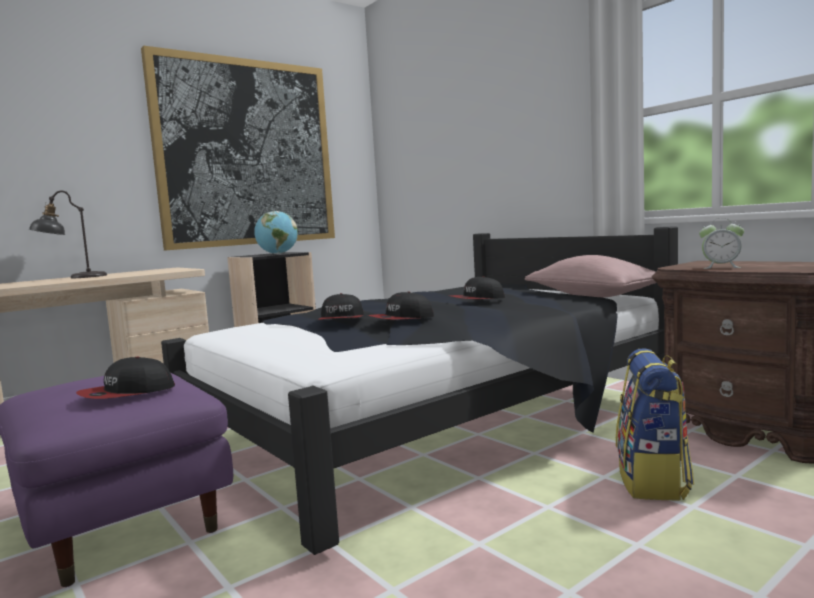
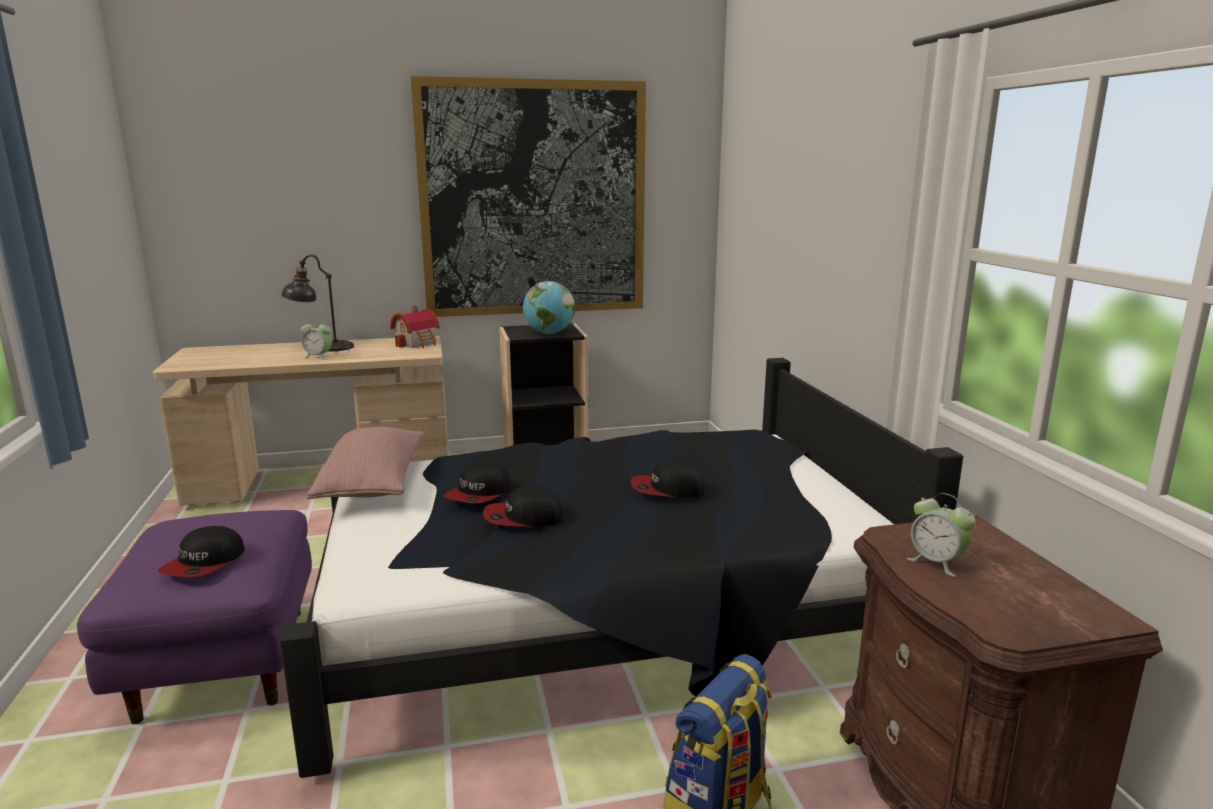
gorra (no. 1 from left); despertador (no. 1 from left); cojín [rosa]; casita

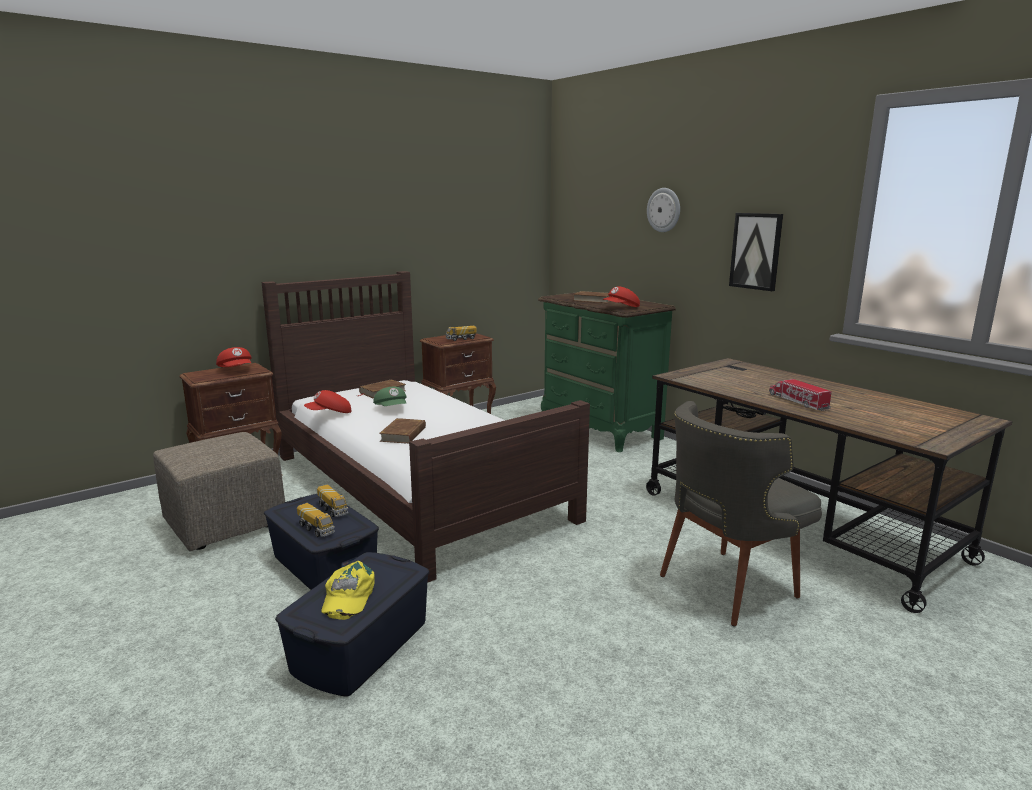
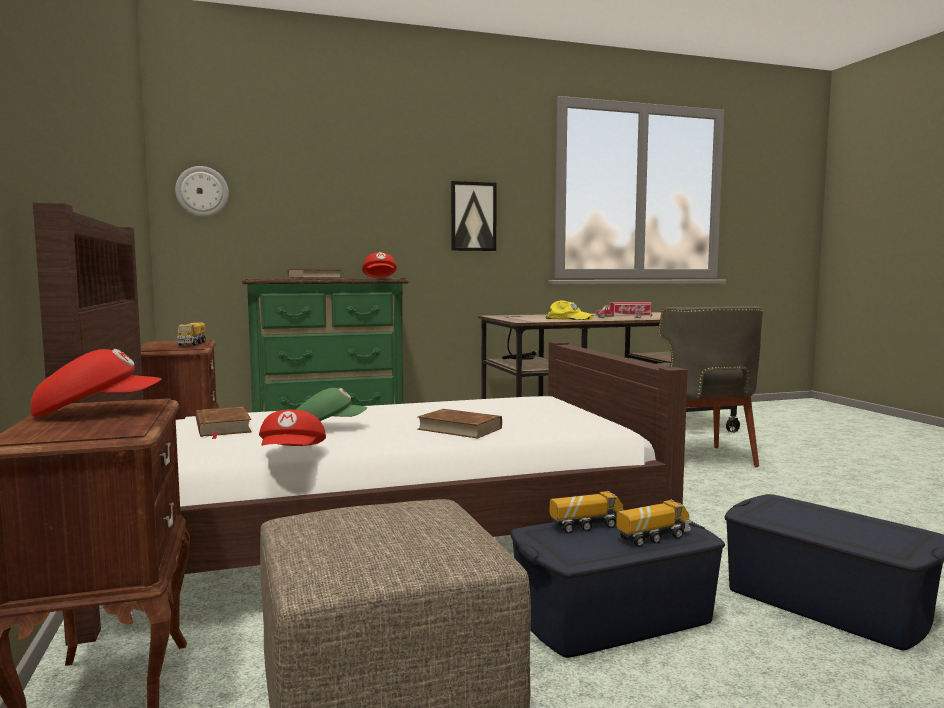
reloj de pared; gorra [amarillo]

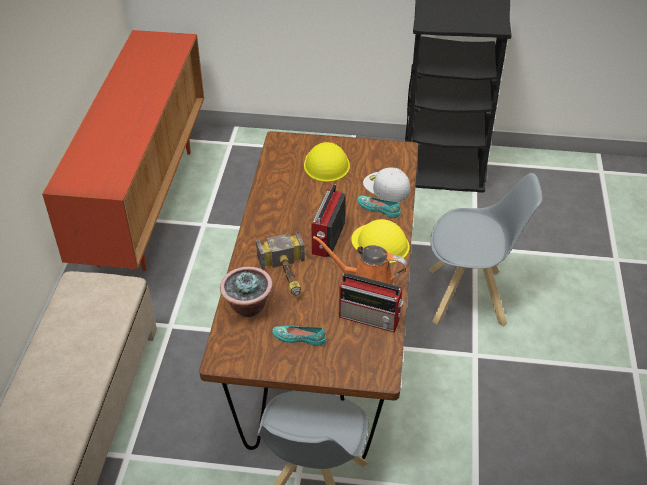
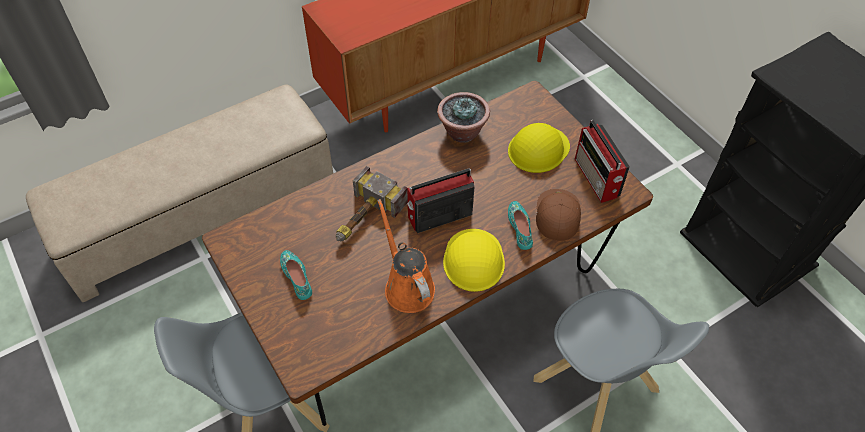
planta en maceta; gorra [marrón]; radio (no. 2 from left)

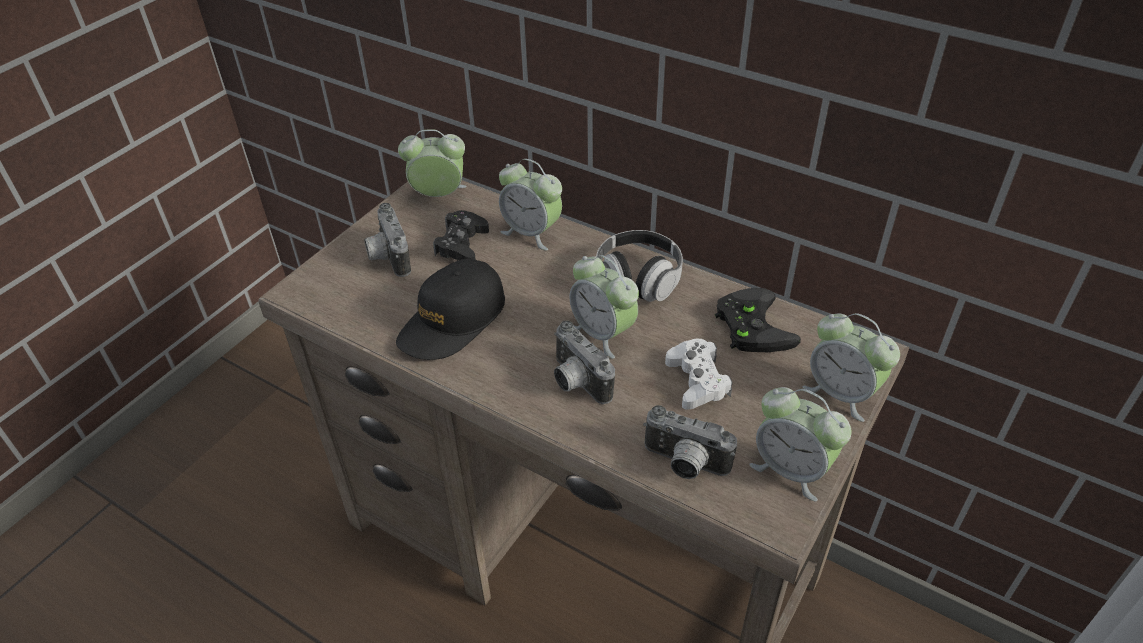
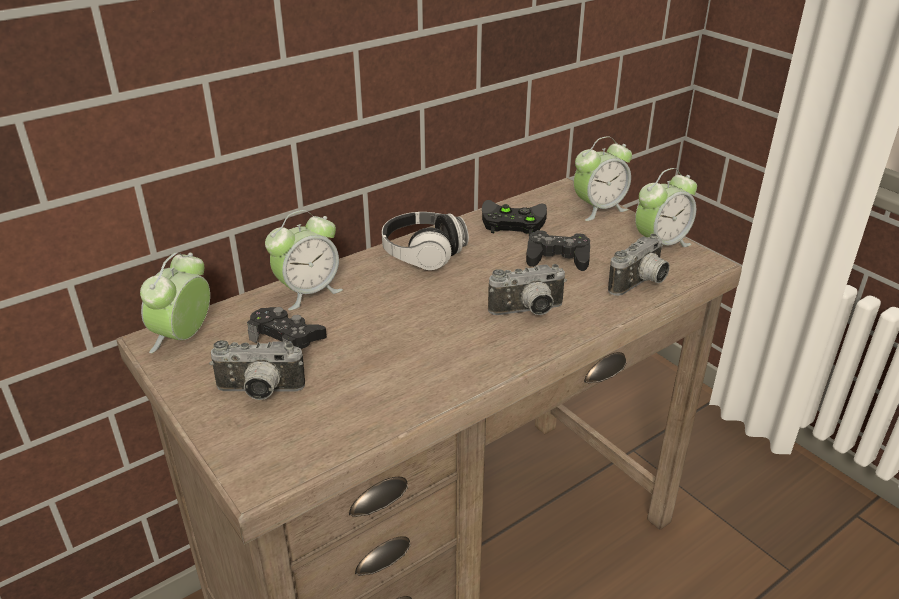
mando de consola [negro] (no. 3 from left); gorra [negro]; despertador (no. 3 from left in the first image)

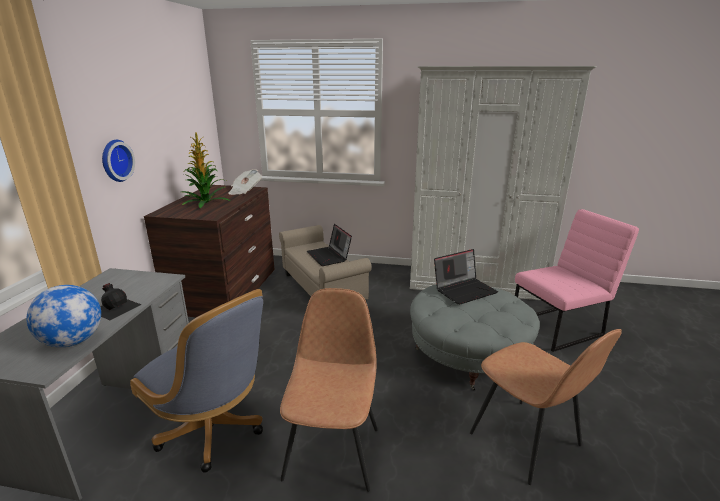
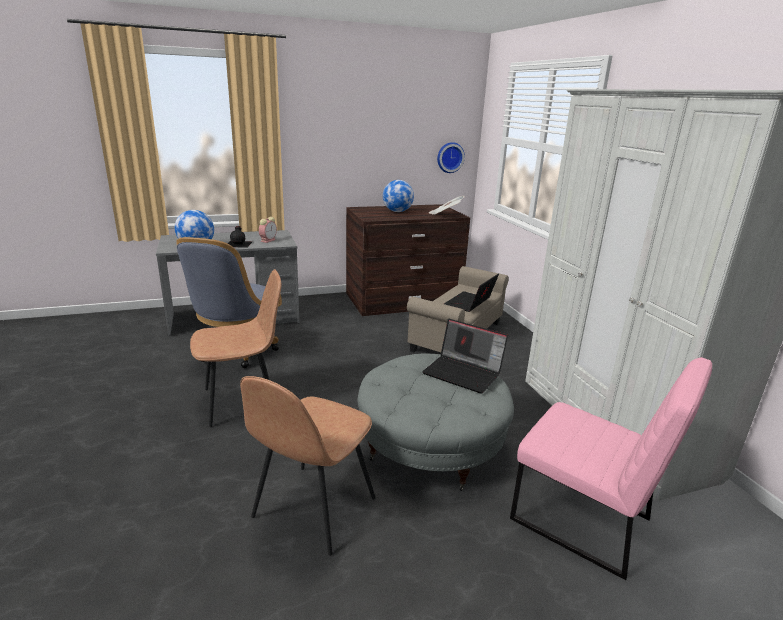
despertador; globo terráqueo (no. 2 from left); reloj de pared

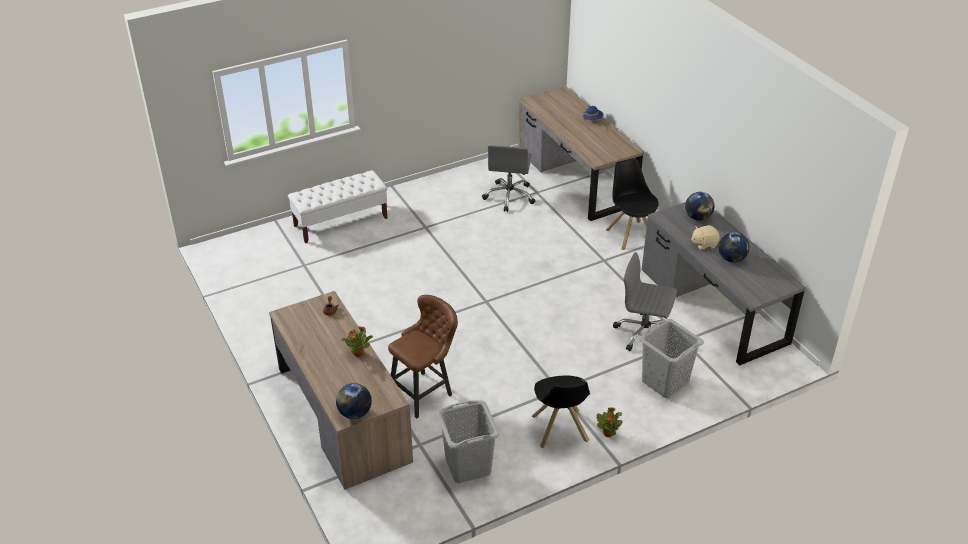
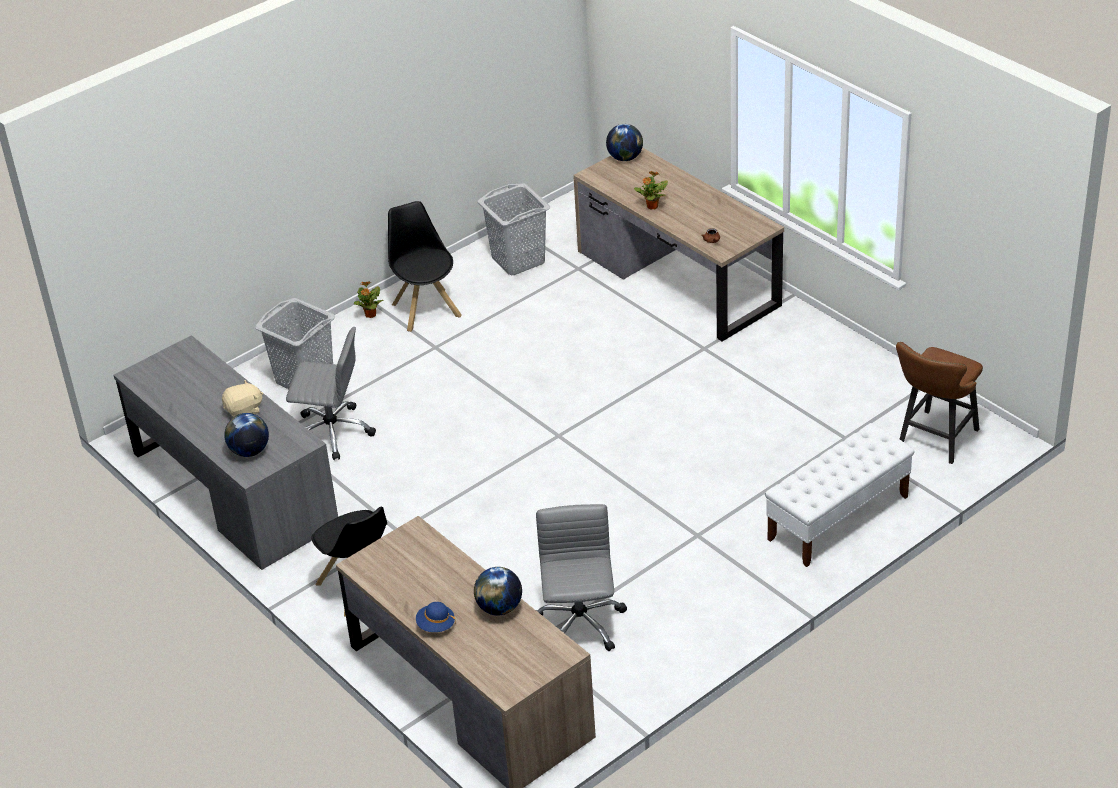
globo terráqueo (no. 2 from left); taburete [marrón]

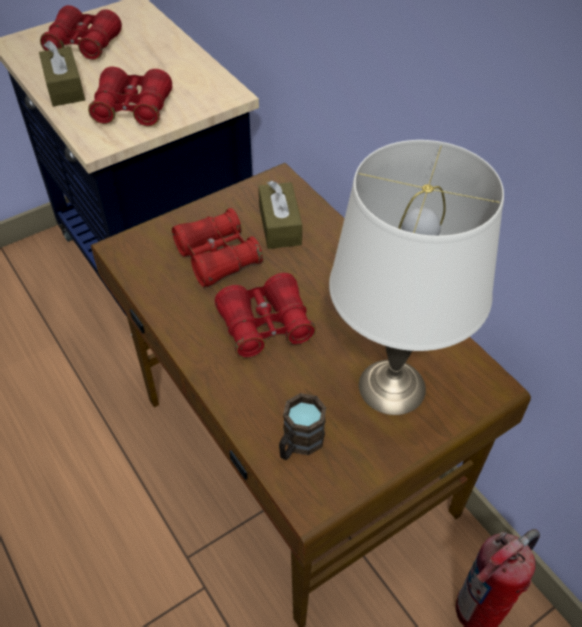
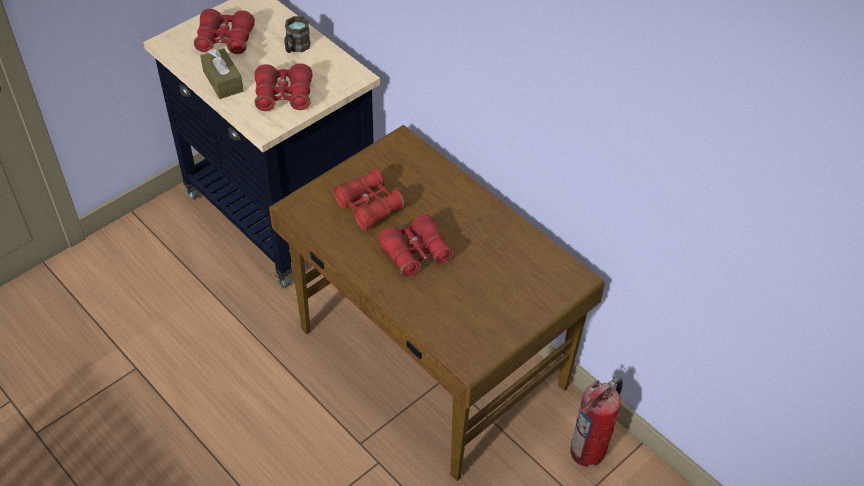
taza grande [marrón]; caja de pañuelos [marrón] (no. 2 from left in the first image); lámpara de mesa [blanco]

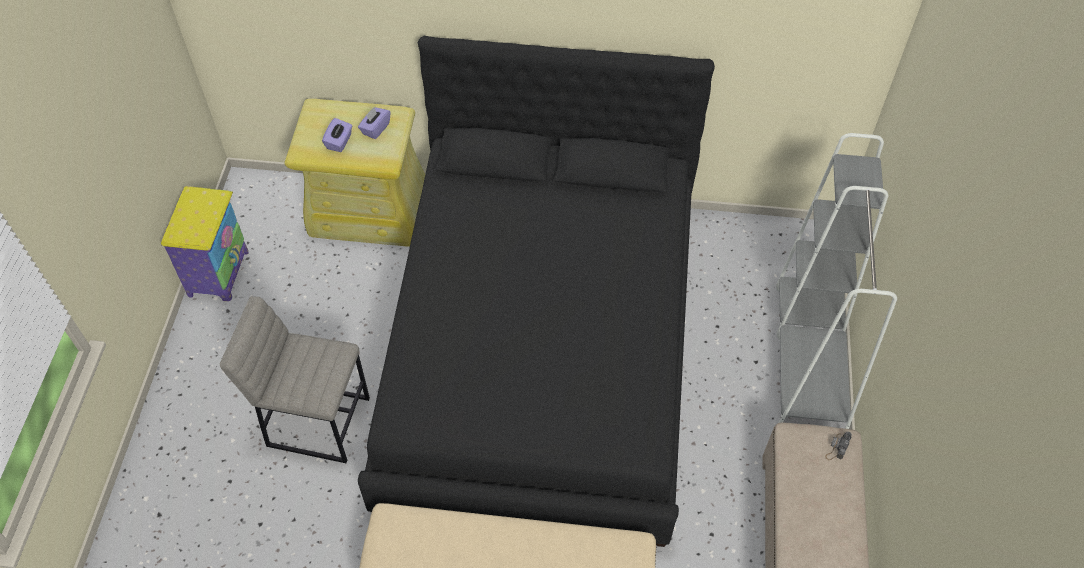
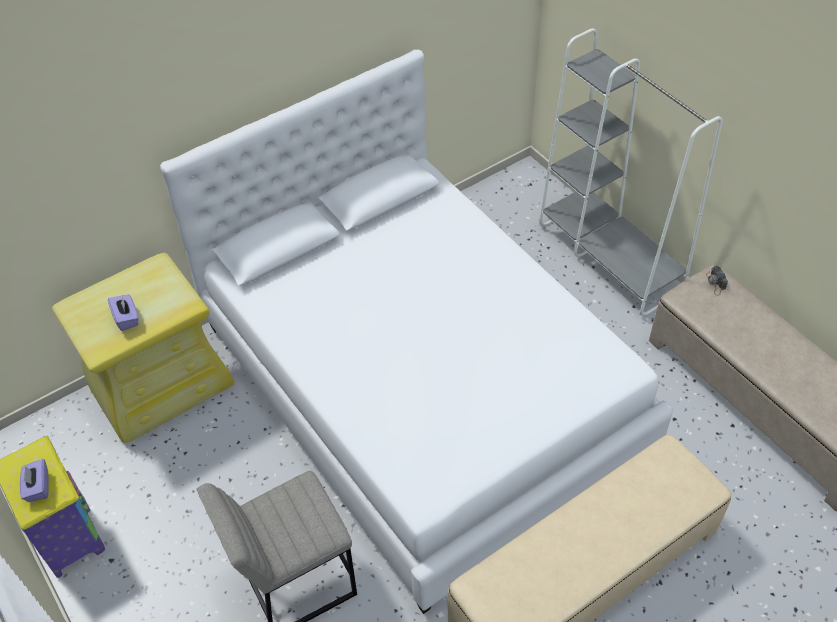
caja de pañuelos [morado] (no. 1 from left); cama [blanco]

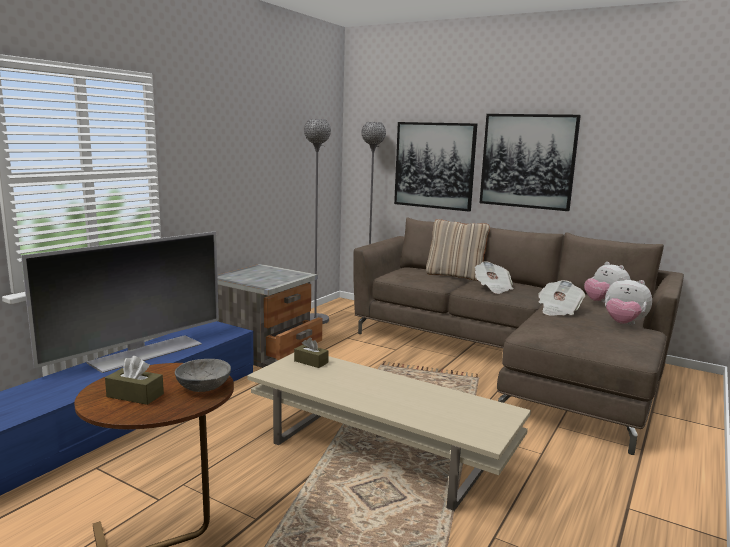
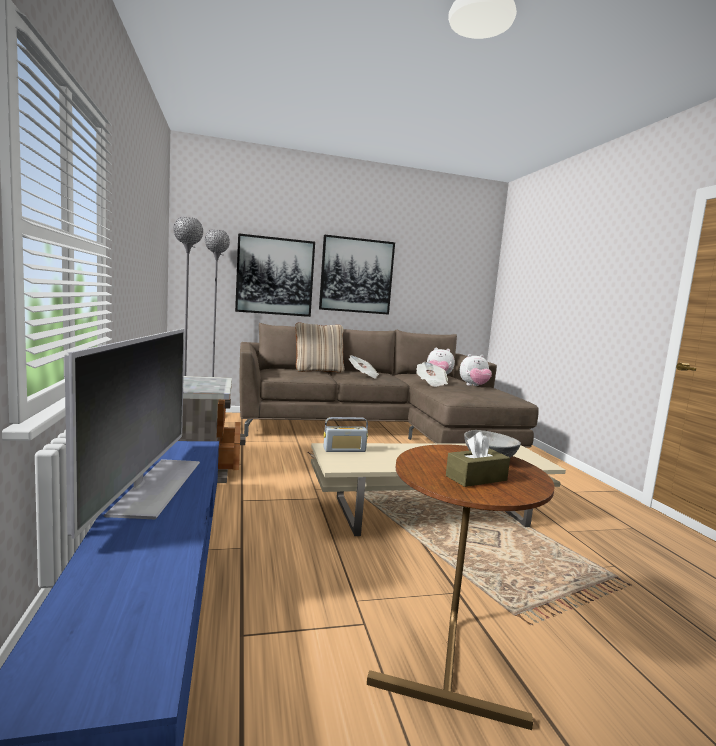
radio

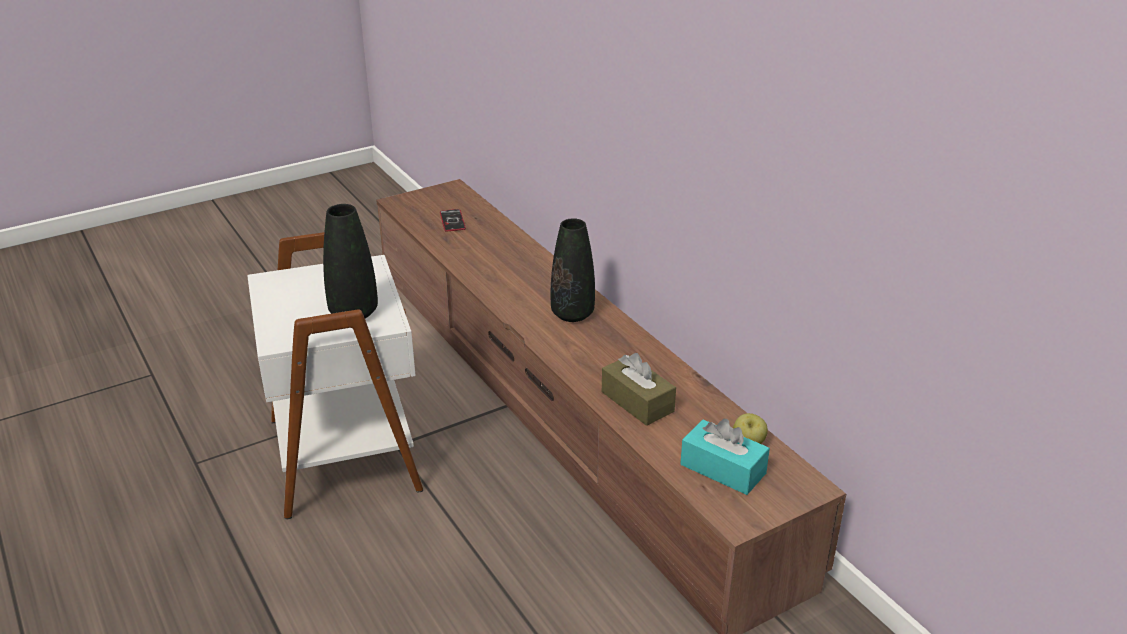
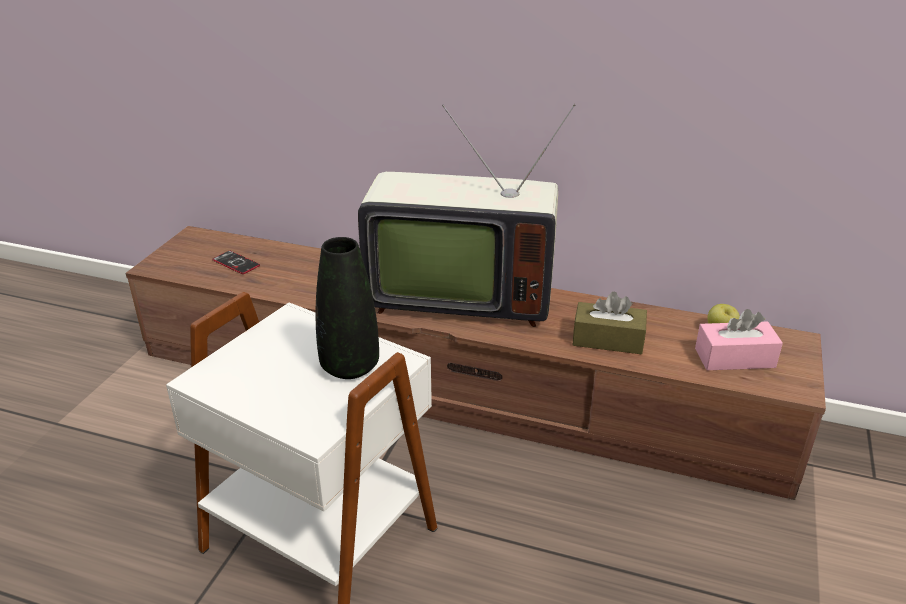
televisor; caja de pañuelos [rosa]

